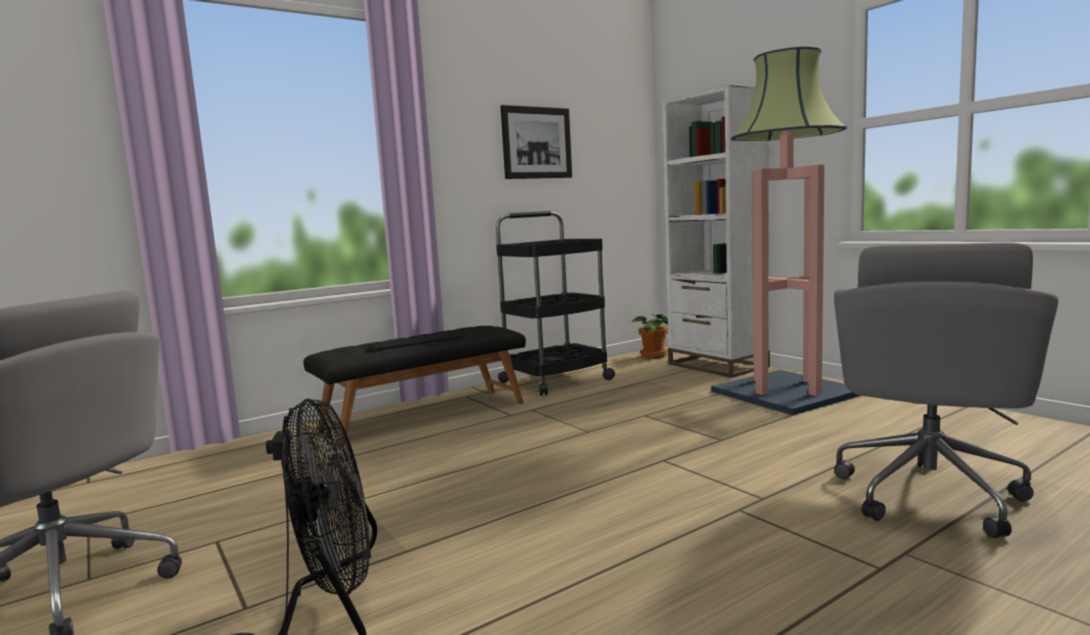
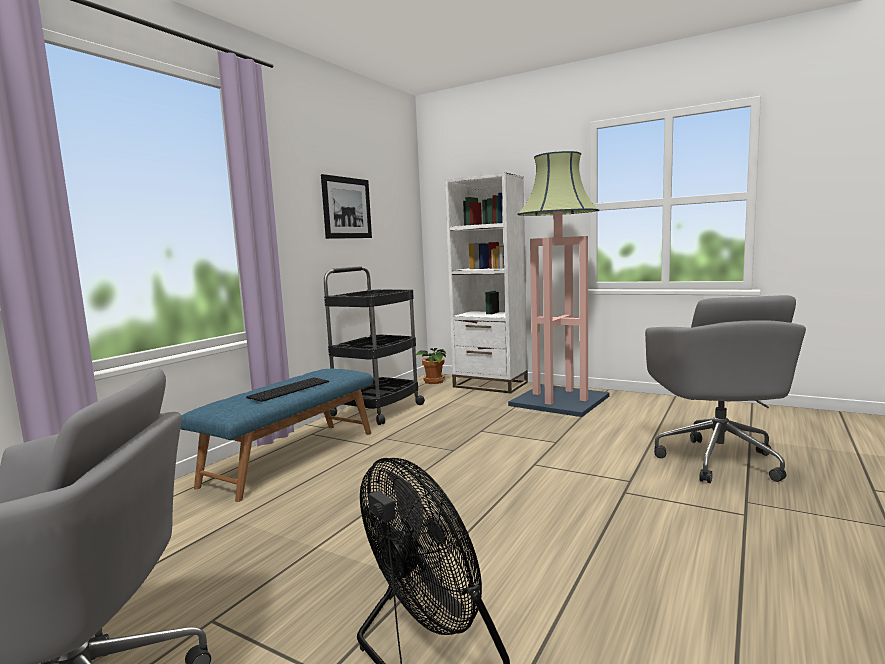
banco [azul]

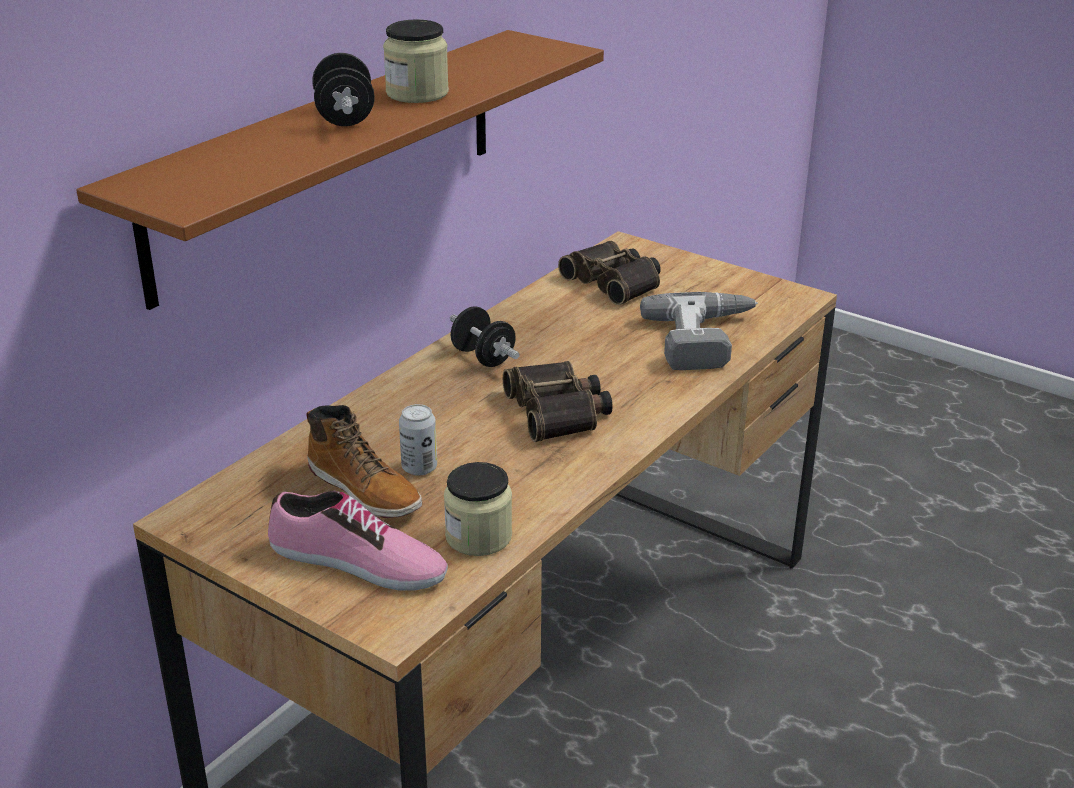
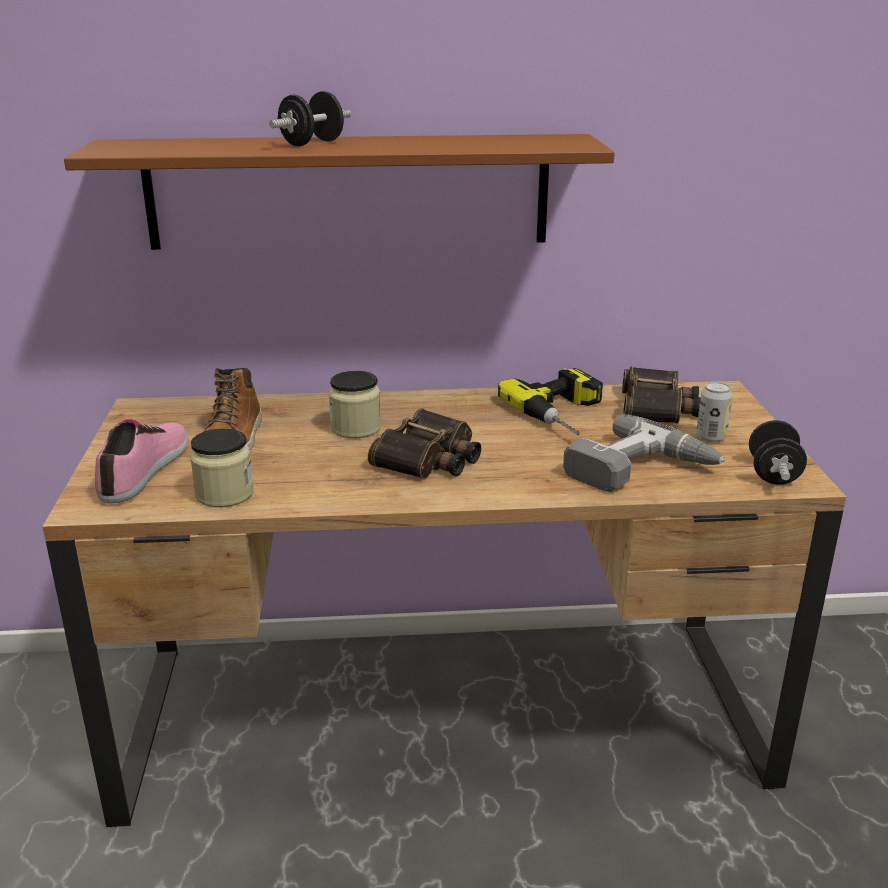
zapato; tarro (no. 2 from left); taladro (no. 1 from left); lata; mancuerna [negro] (no. 2 from left)

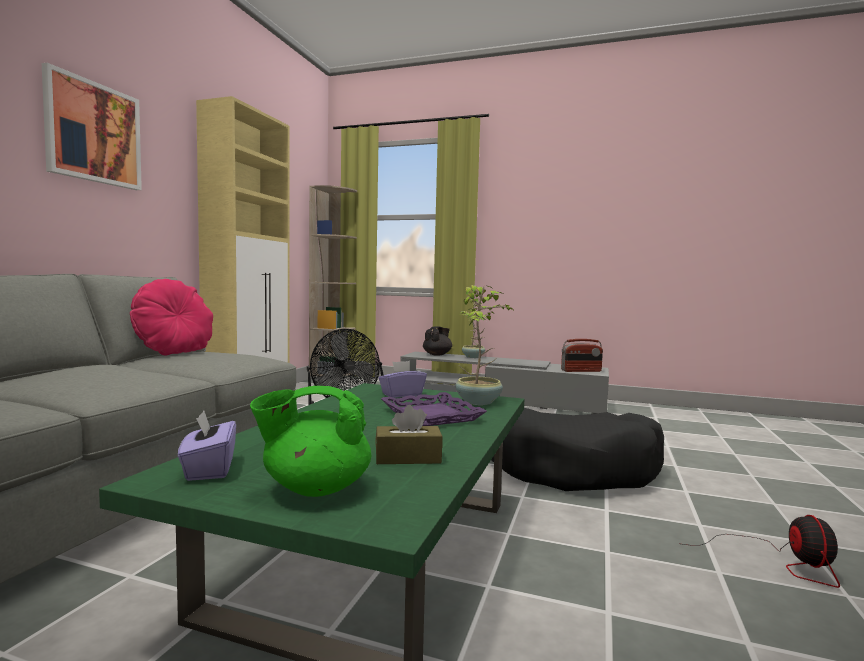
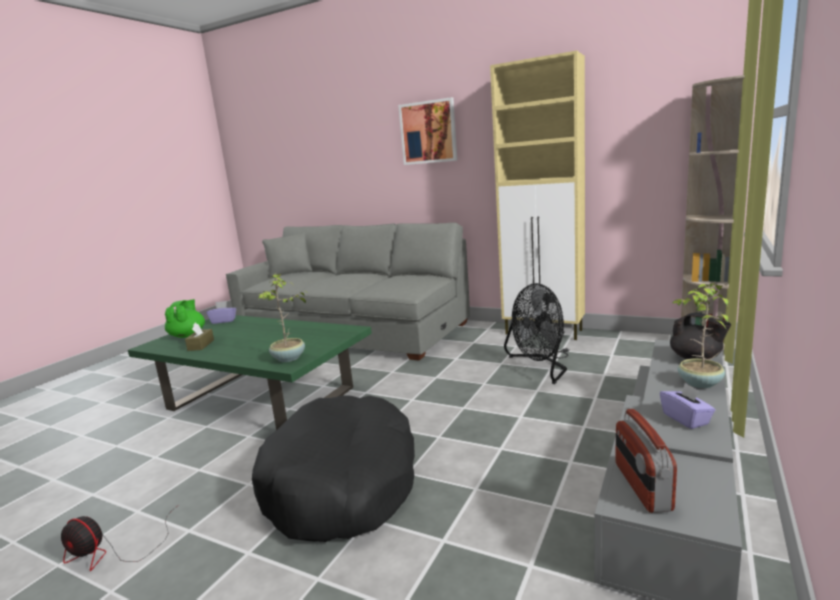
caja de pañuelos [morado] (no. 2 from left); cojín [rosa]; bandeja [morado]

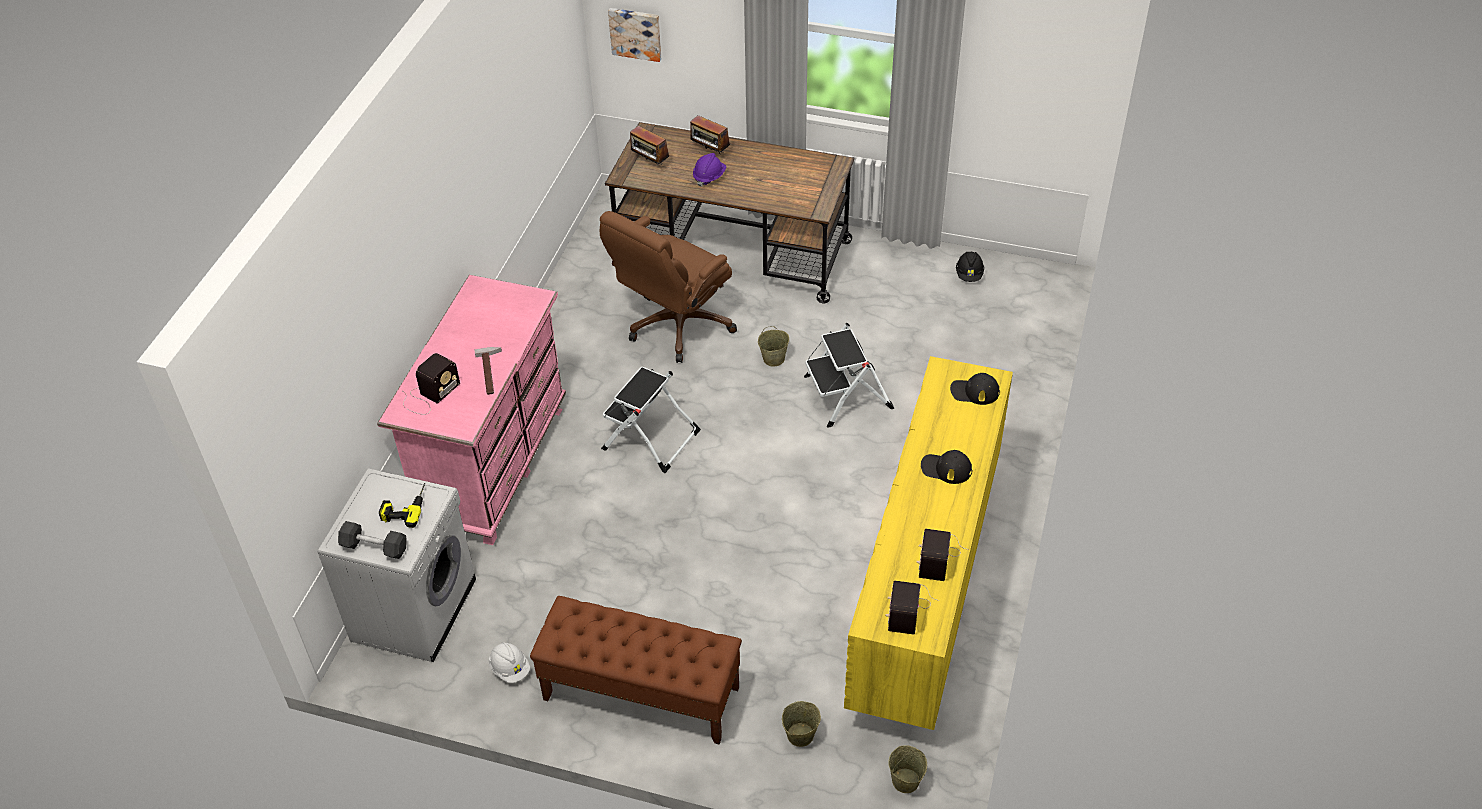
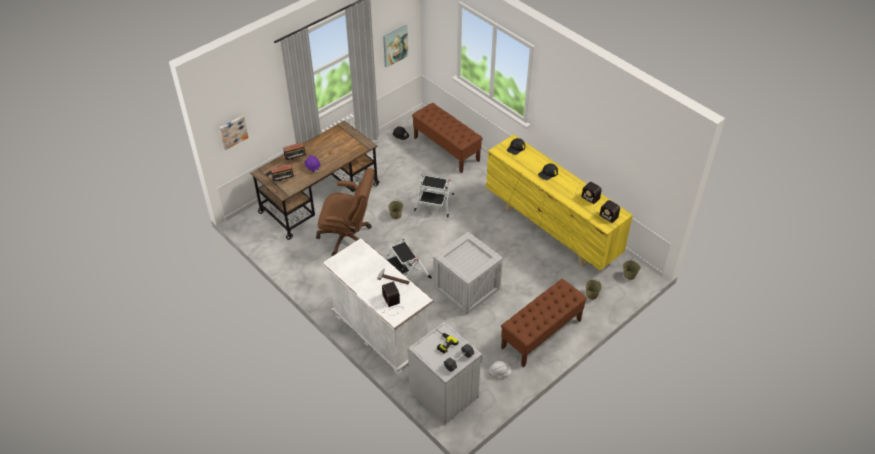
silla de oficina [marrón]; cómoda [blanco]; cuadro (no. 2 from left); banco [marrón] (no. 1 from left); caja de embalaje

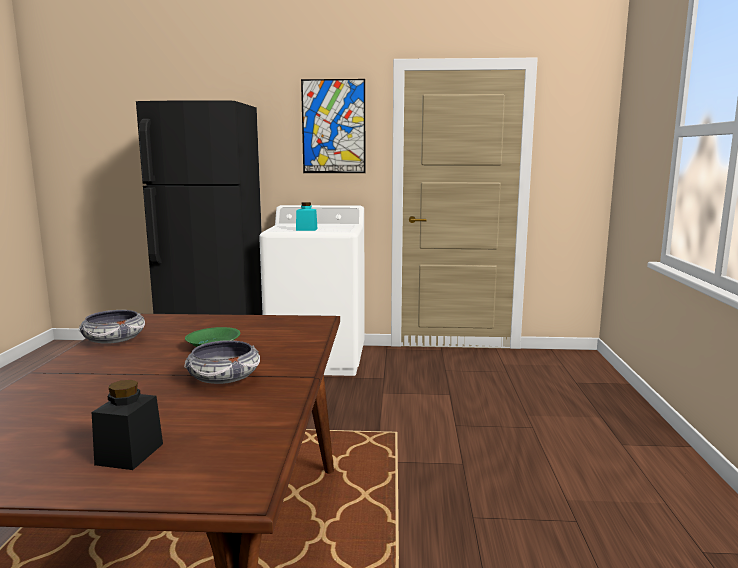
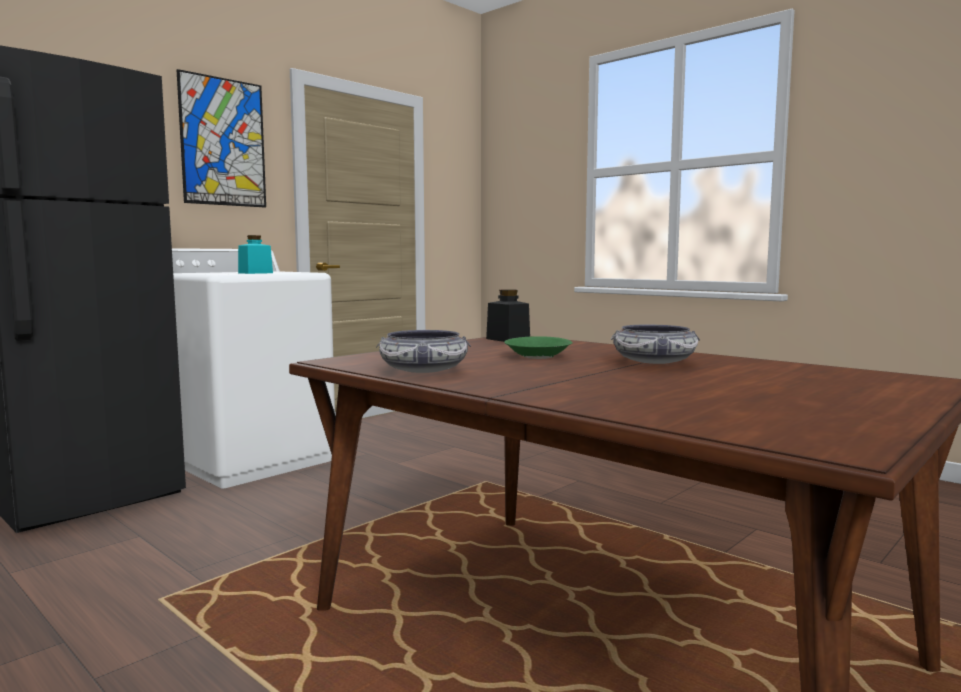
tarro [negro]

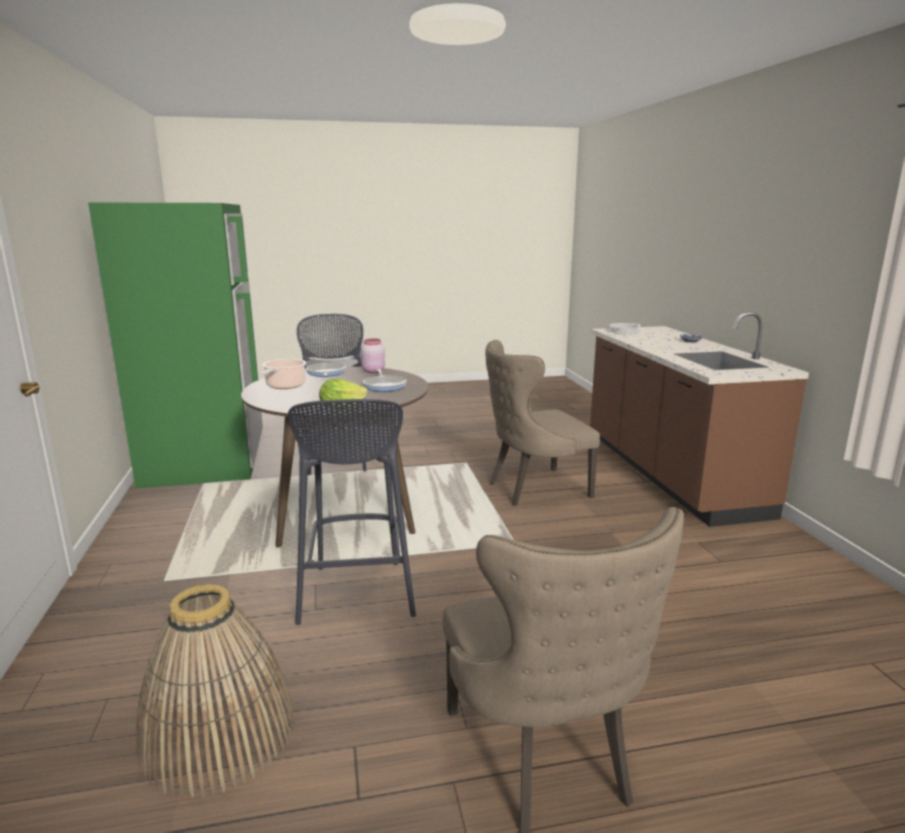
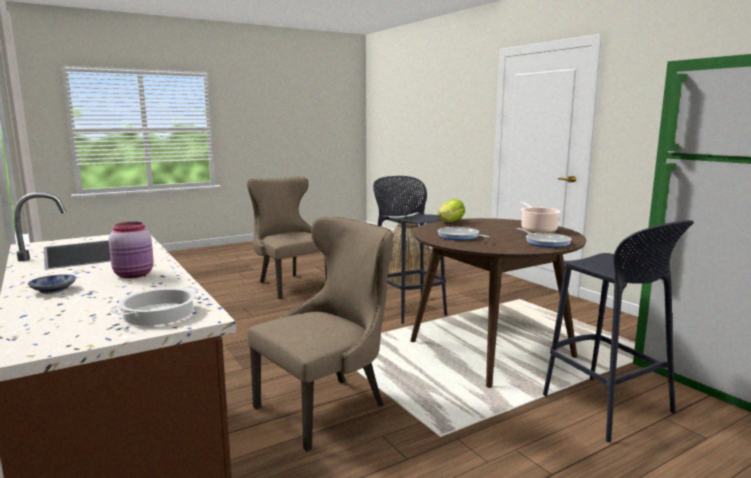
tarro [rosa]

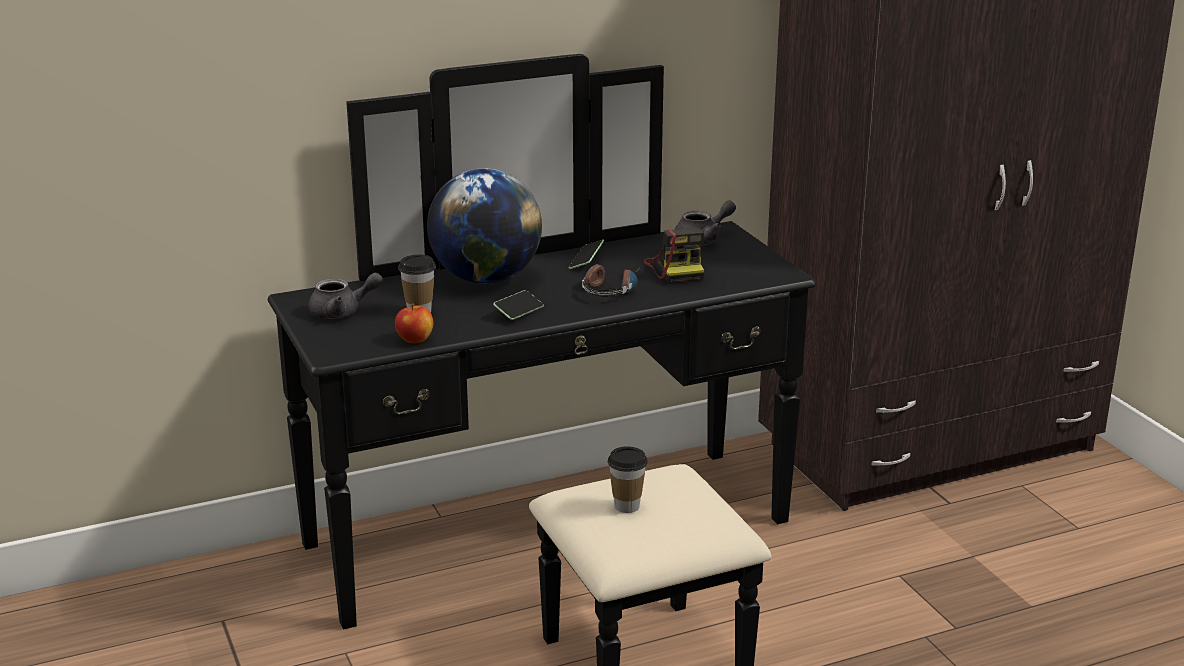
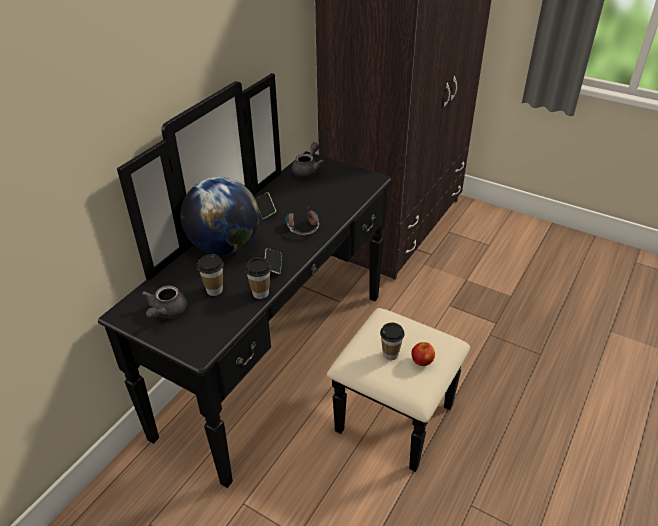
tetera [gris] (no. 1 from left); taza (no. 2 from left); manzana; cámara

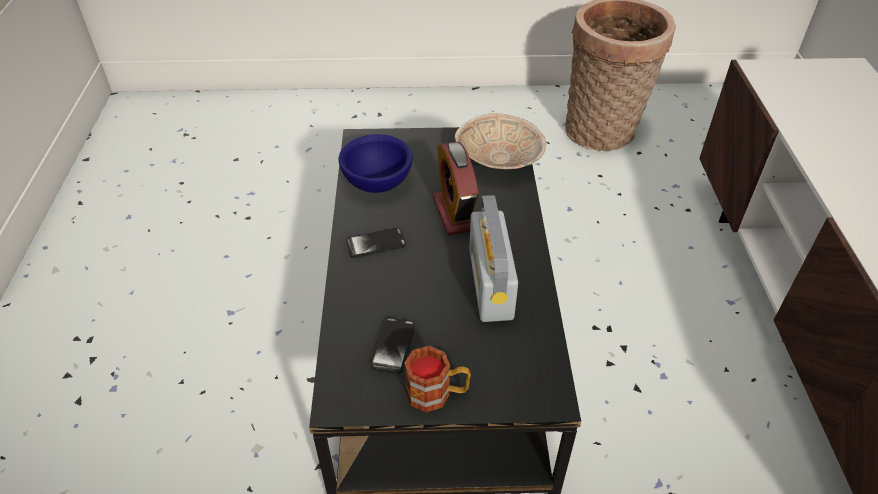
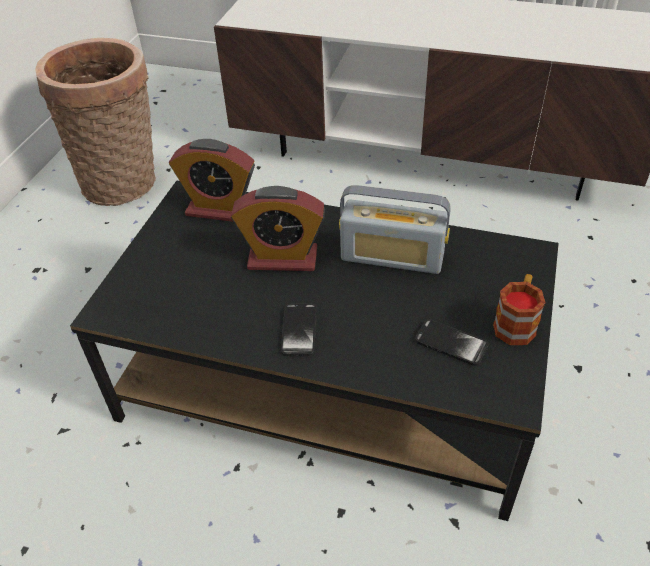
despertador (no. 1 from left); cuenco [azul]

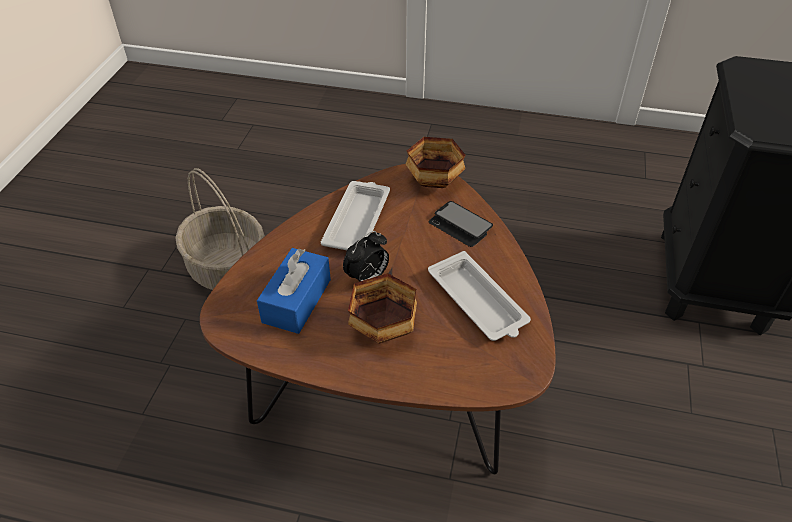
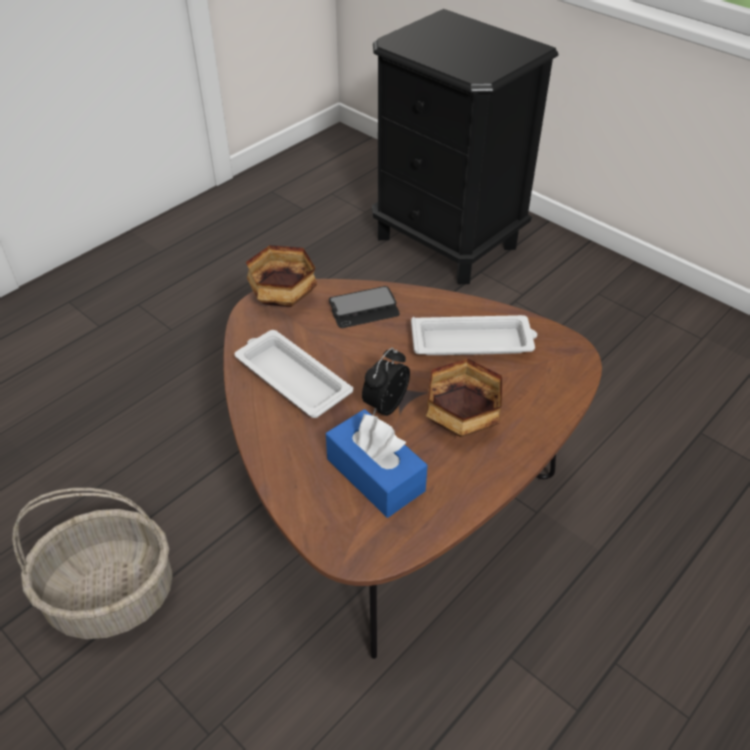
despertador

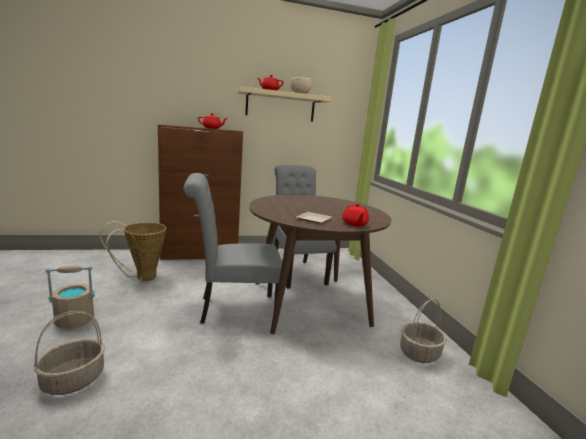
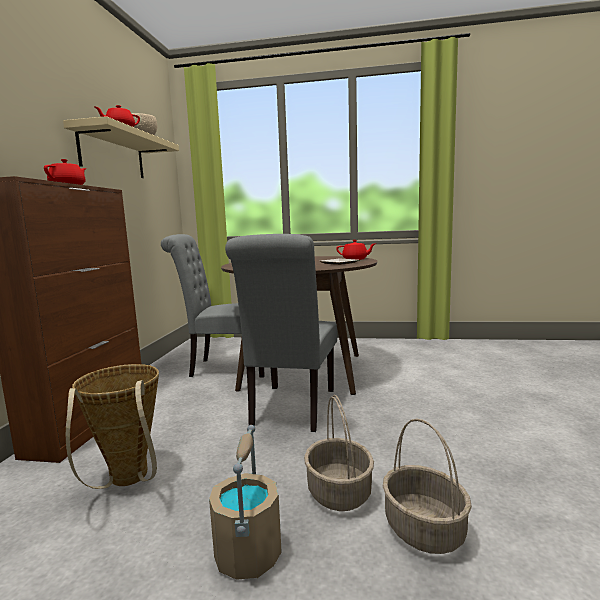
cesta (no. 2 from left)

